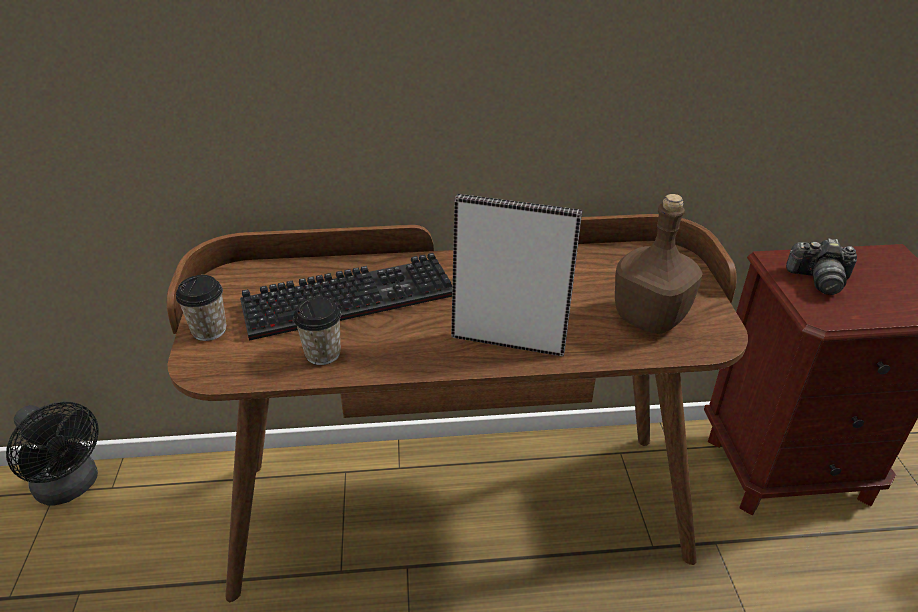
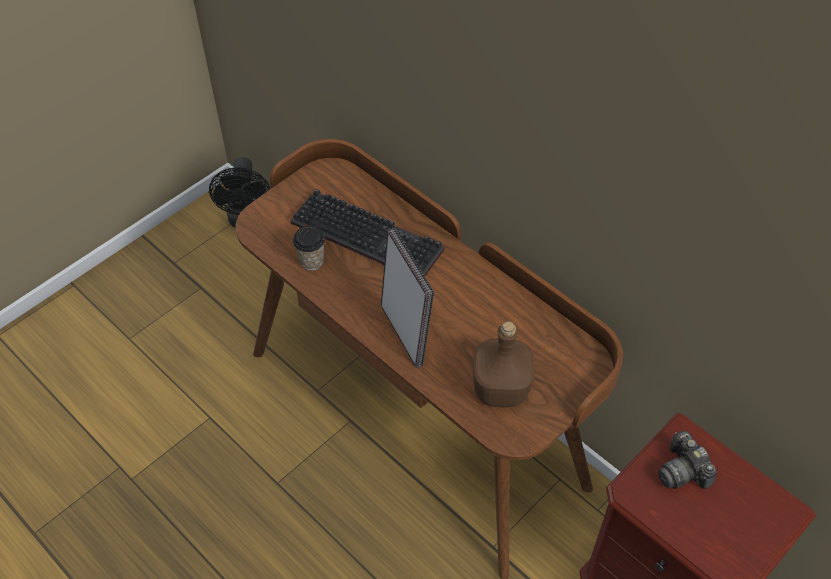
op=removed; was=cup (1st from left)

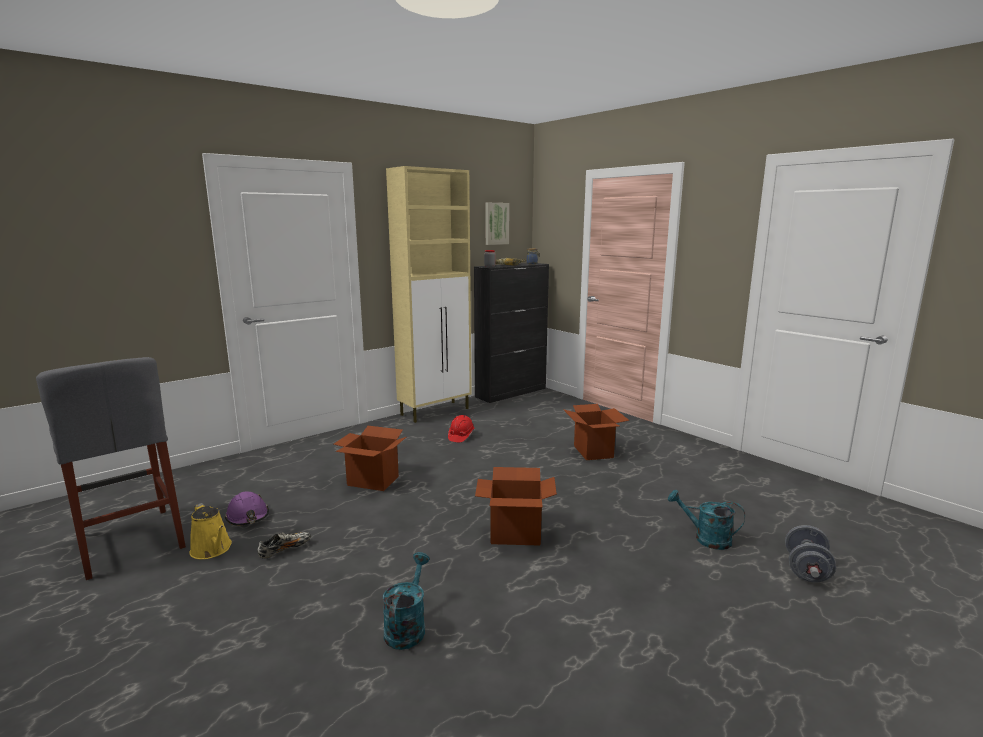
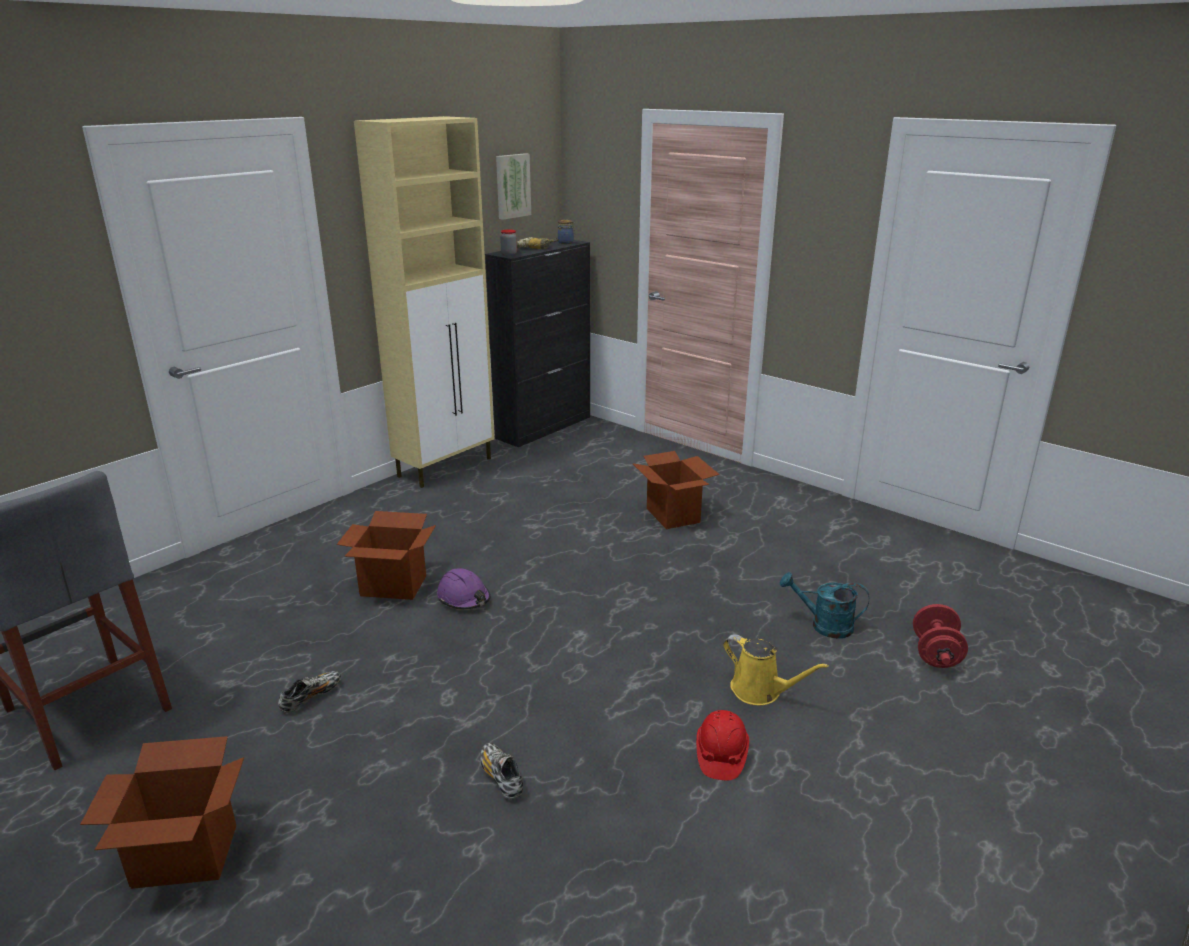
op=moved; was=watering can (yellowish)
op=moved; was=work helmet (purple)
op=moved; was=work helmet (red-coloured)
op=moved; was=packing box (2nd from left in the first image); now=packing box (1st from left)
op=replaced; was=watering can (turquoise-coloured) (1st from left); now=low shoe (2nd from left)
op=recoloured; was=free weight (greyish); now=free weight (red-coloured)

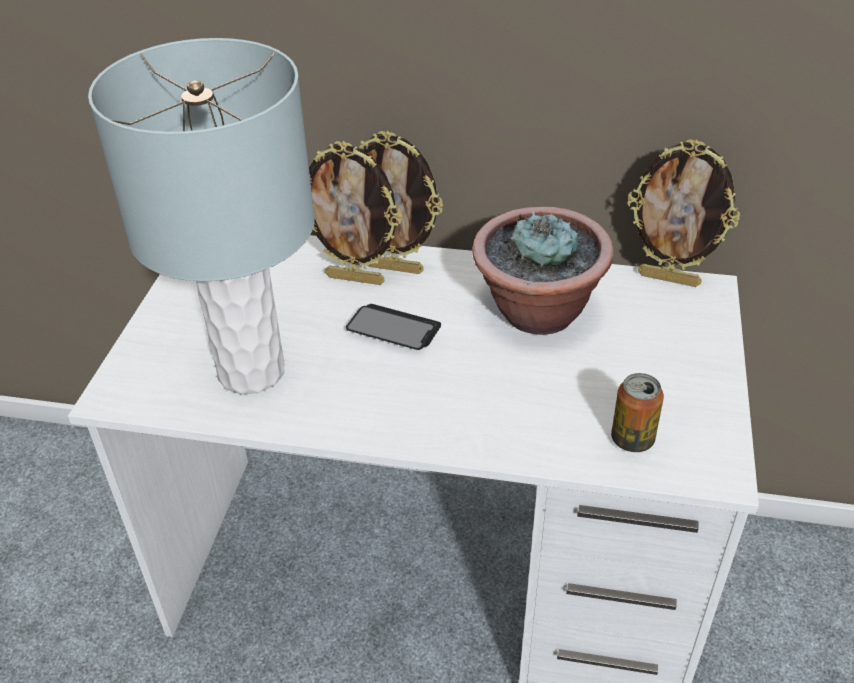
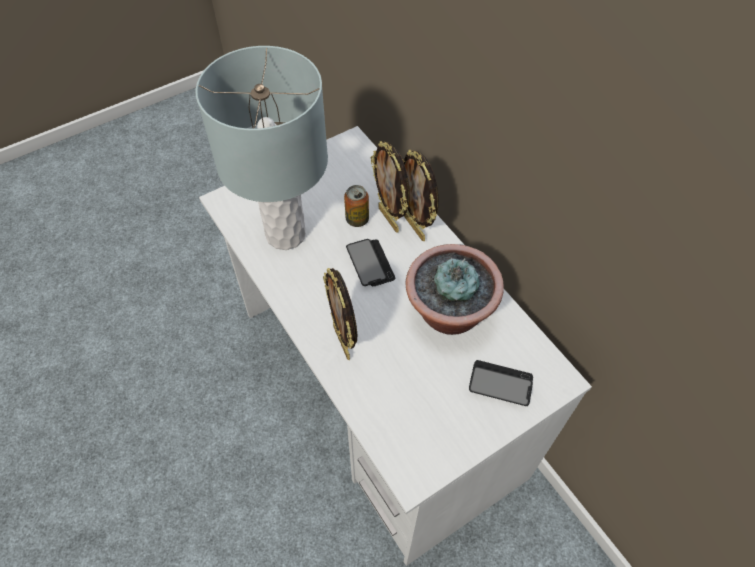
op=added; now=telephone (2nd from left)
op=moved; was=metal can
op=moved; was=photo frame (3rd from left in the first image); now=photo frame (1st from left)

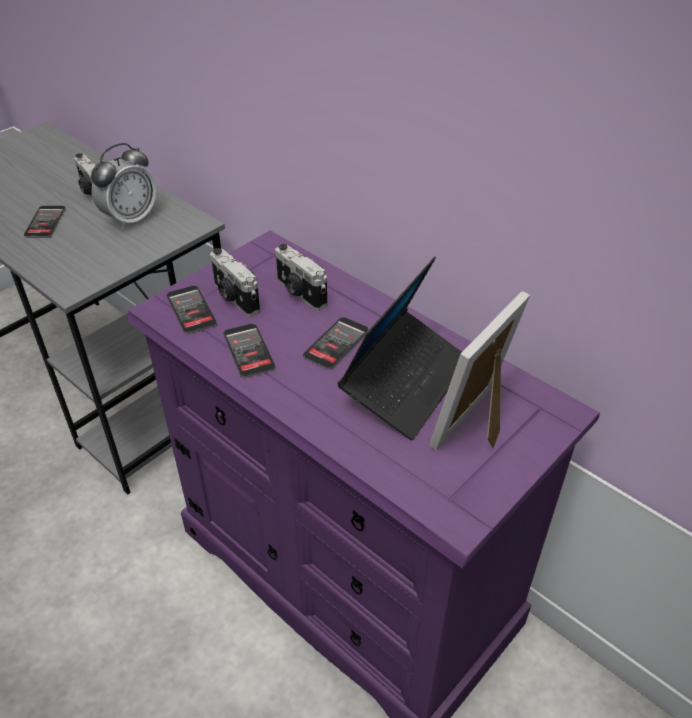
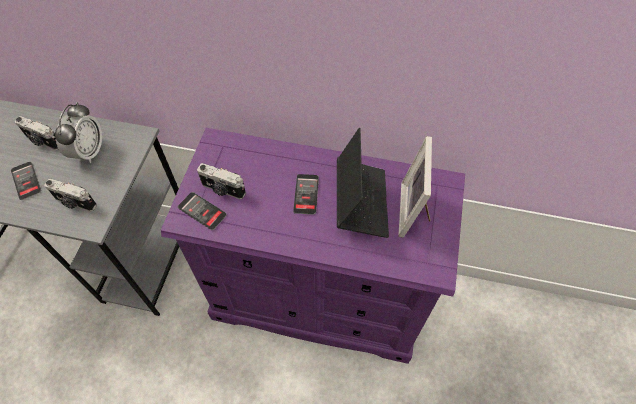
op=removed; was=telephone (3rd from left)
op=moved; was=still camera (3rd from left in the first image); now=still camera (2nd from left)

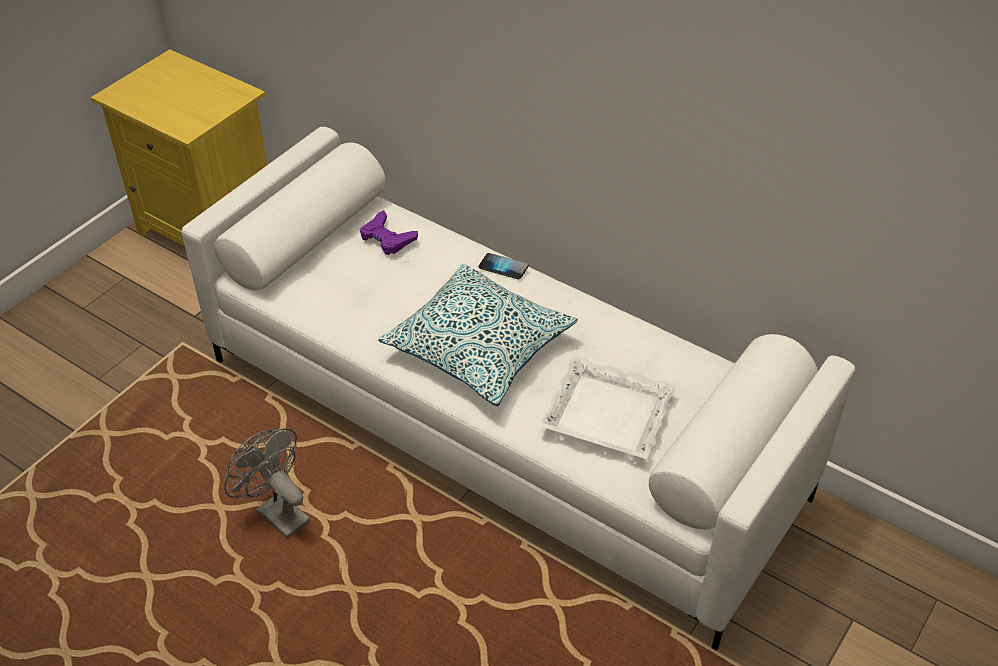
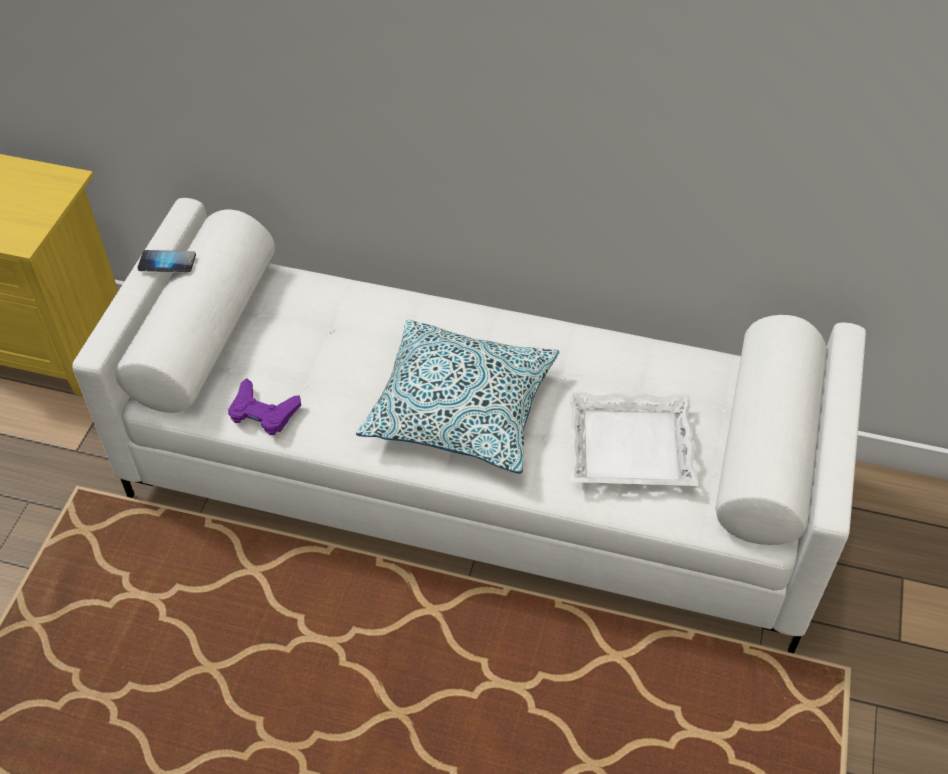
op=removed; was=electric fan (greyish)
op=moved; was=game controller (purple)
op=moved; was=telephone

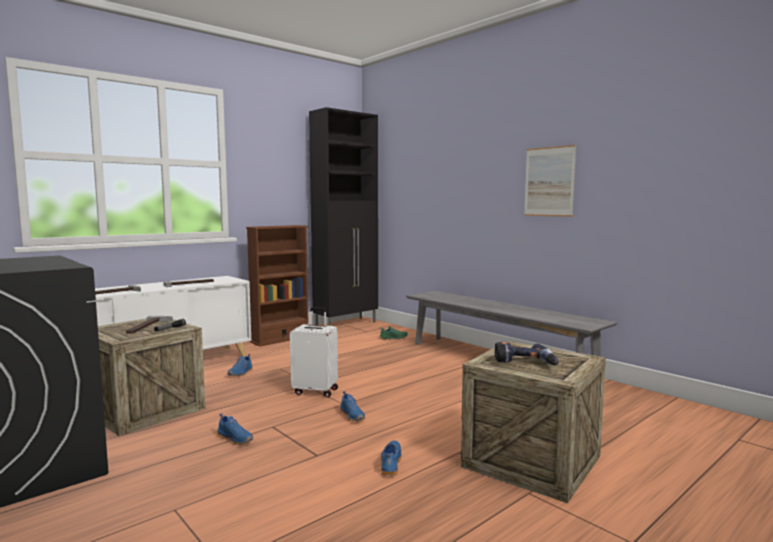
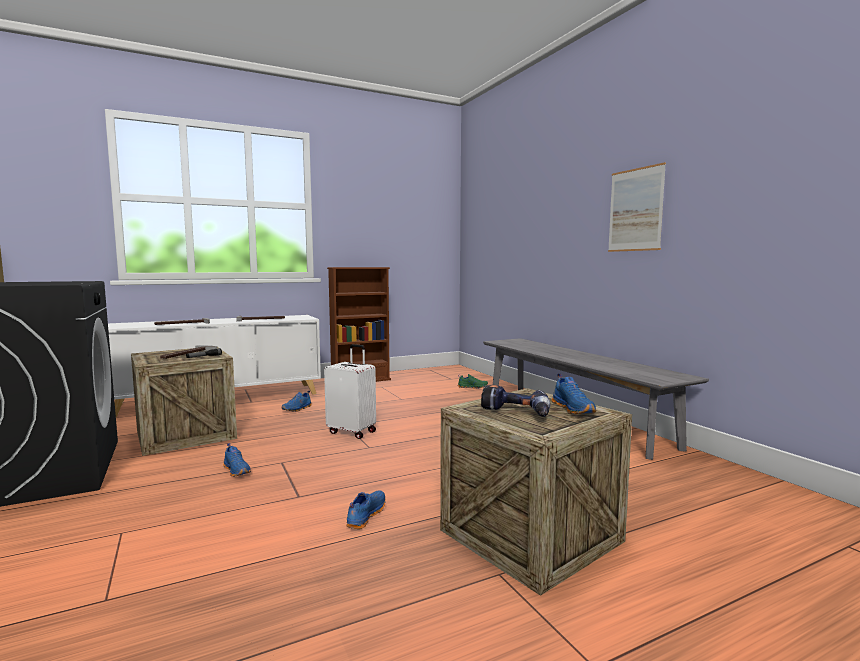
op=removed; was=cupboard (black)
op=moved; was=low shoe (blue-coloured) (3rd from left in the first image); now=low shoe (blue-coloured) (4th from left)

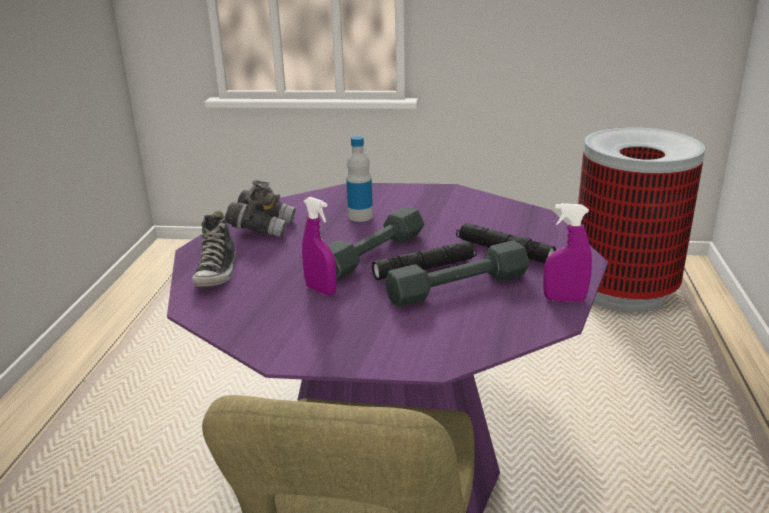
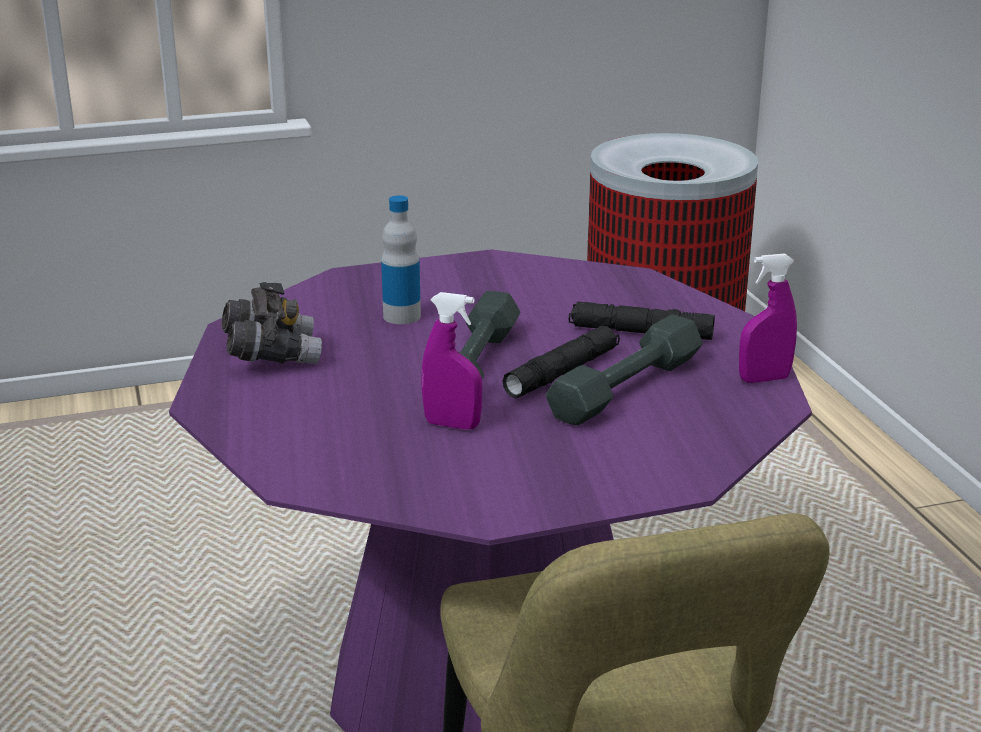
op=removed; was=low shoe

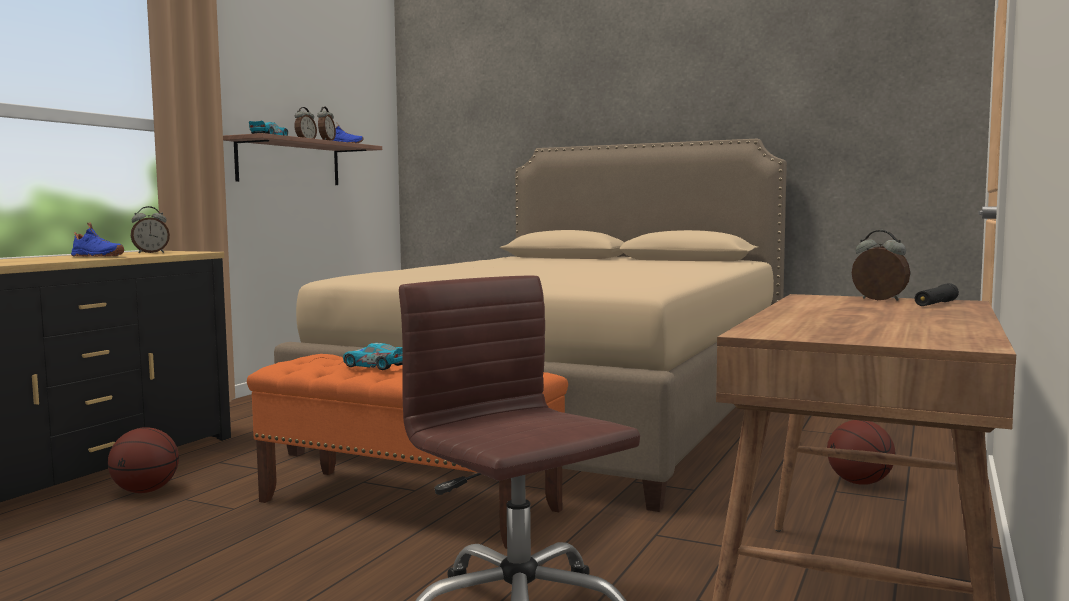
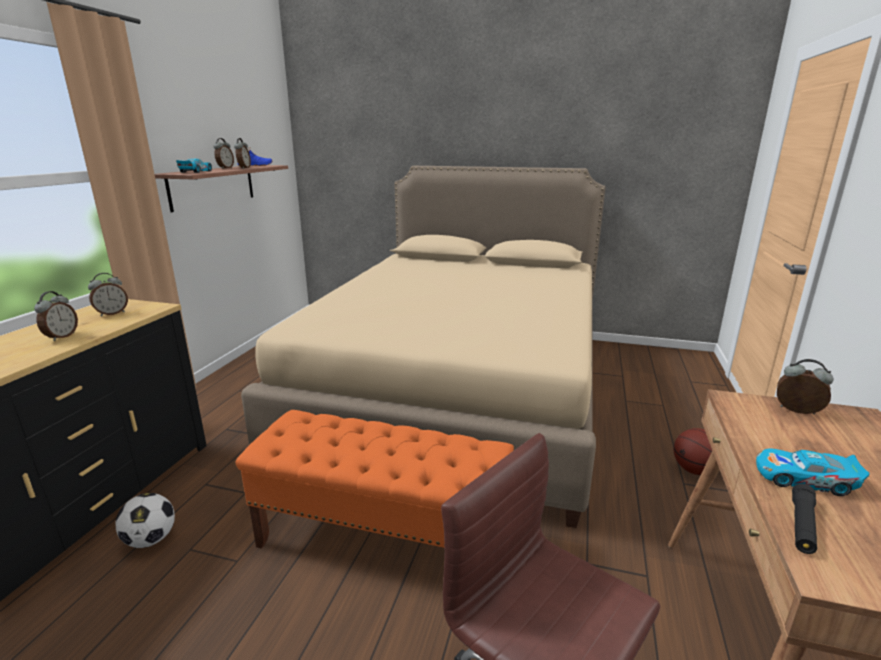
op=moved; was=toy car (2nd from left)
op=moved; was=torch (black)
op=replaced; was=low shoe (blue-coloured) (1st from left); now=bedside clock (1st from left)
op=replaced; was=basketball (1st from left); now=football ball

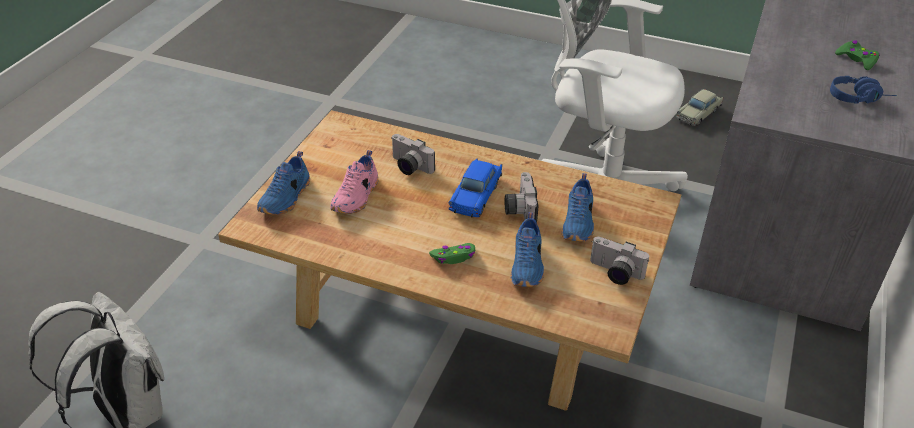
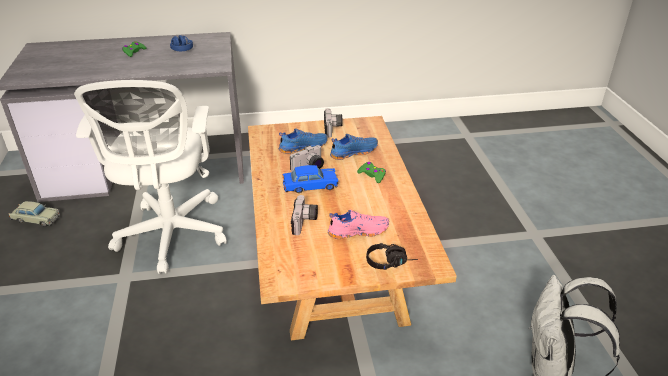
op=replaced; was=low shoe (blue-coloured) (1st from left); now=pair of headphones (black)

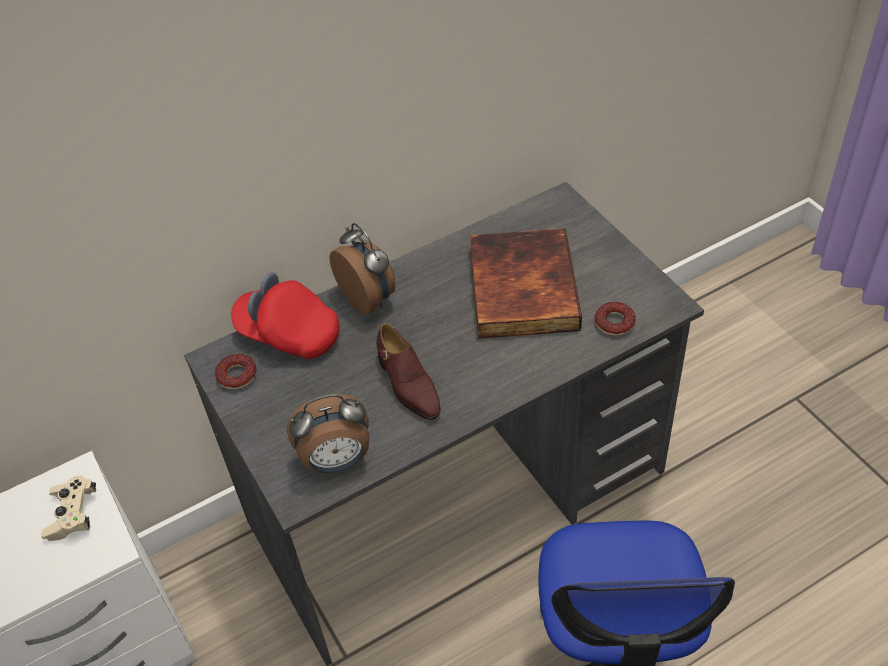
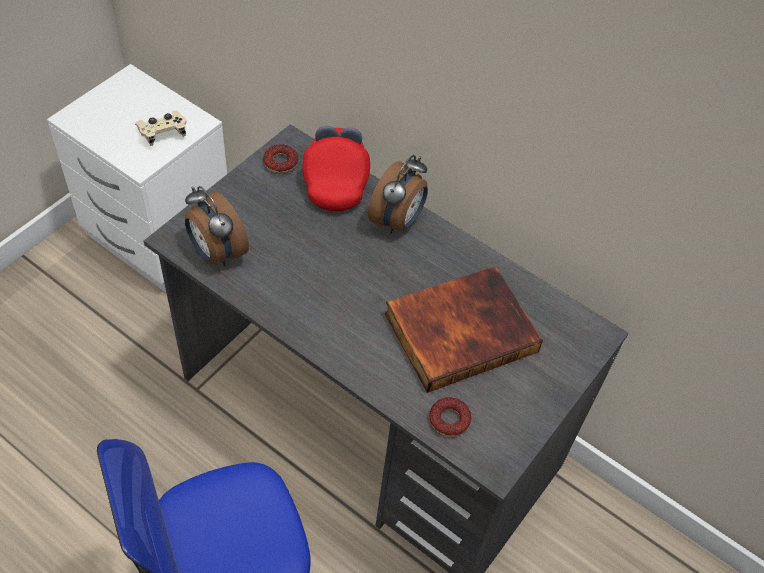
op=removed; was=low shoe (brown)

